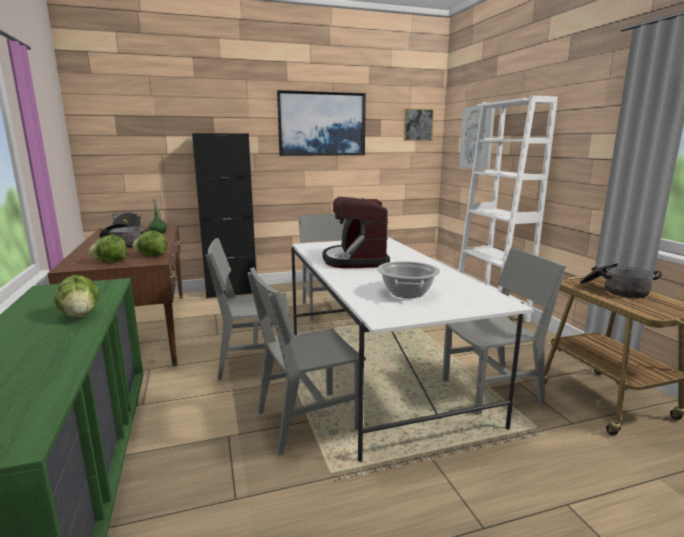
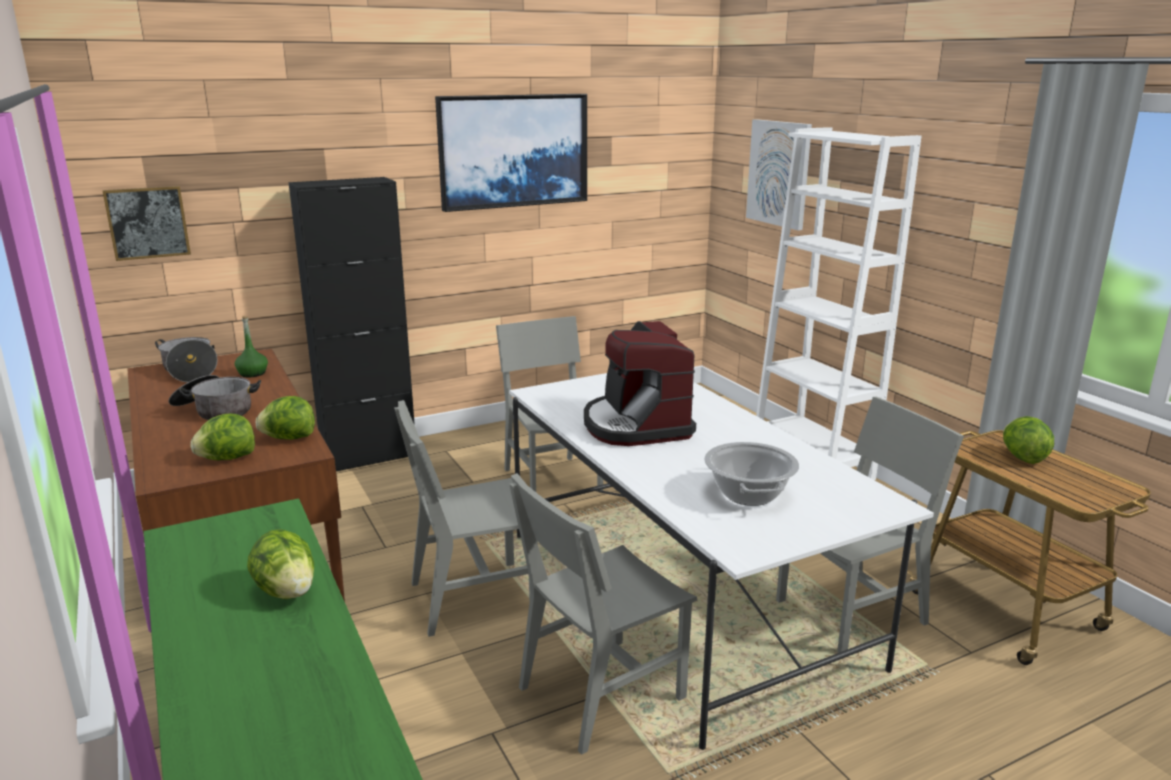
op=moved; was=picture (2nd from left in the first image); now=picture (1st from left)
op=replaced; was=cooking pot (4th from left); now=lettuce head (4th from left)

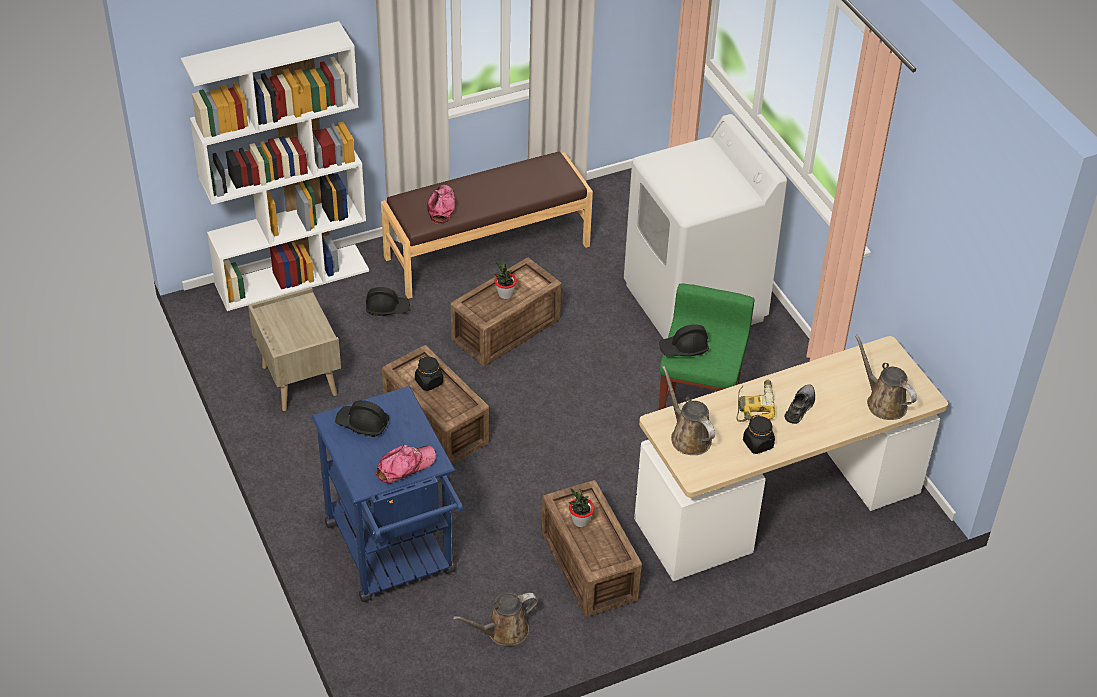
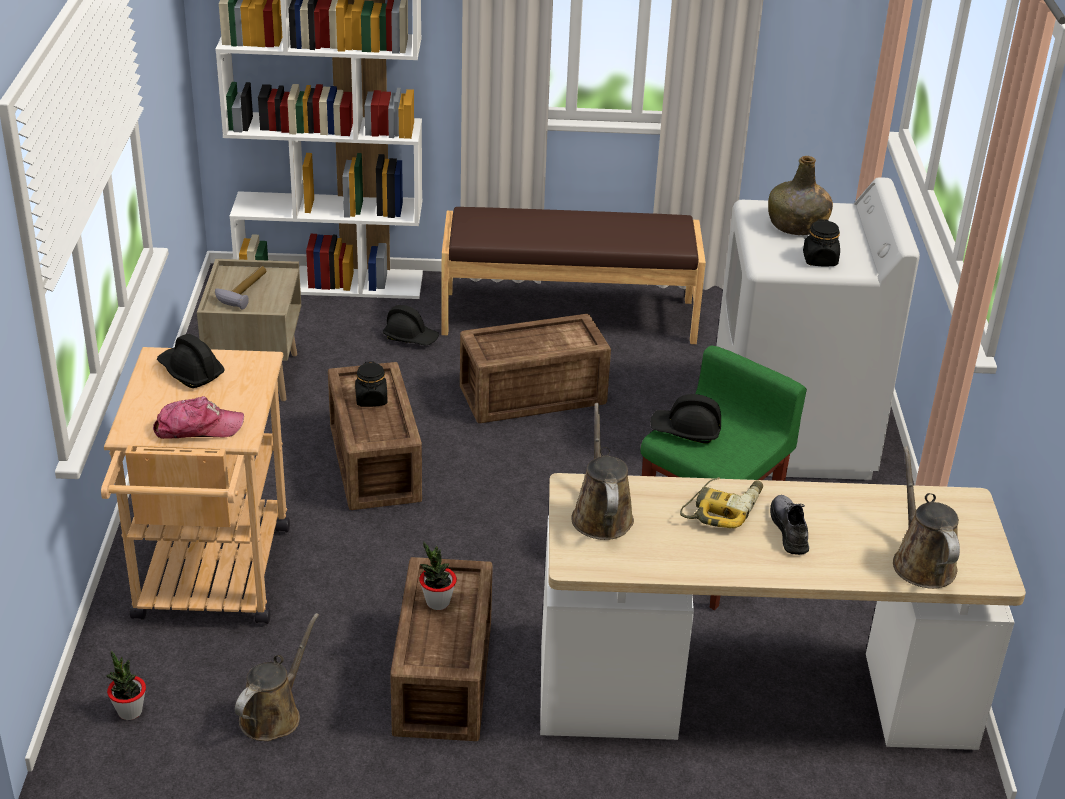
op=removed; was=peaked cap (2nd from left)
op=added; now=tool hammer
op=added; now=bottle (green)
op=moved; was=houseplant (1st from left)
op=moved; was=storage jar (black) (2nd from left)
op=recoloured; was=trolley (blue-coloured); now=trolley (beige-coloured)
op=turned; was=watering can (brown) (1st from left); clockwise=120
op=turned; was=low shoe (greyish); clockwise=-60

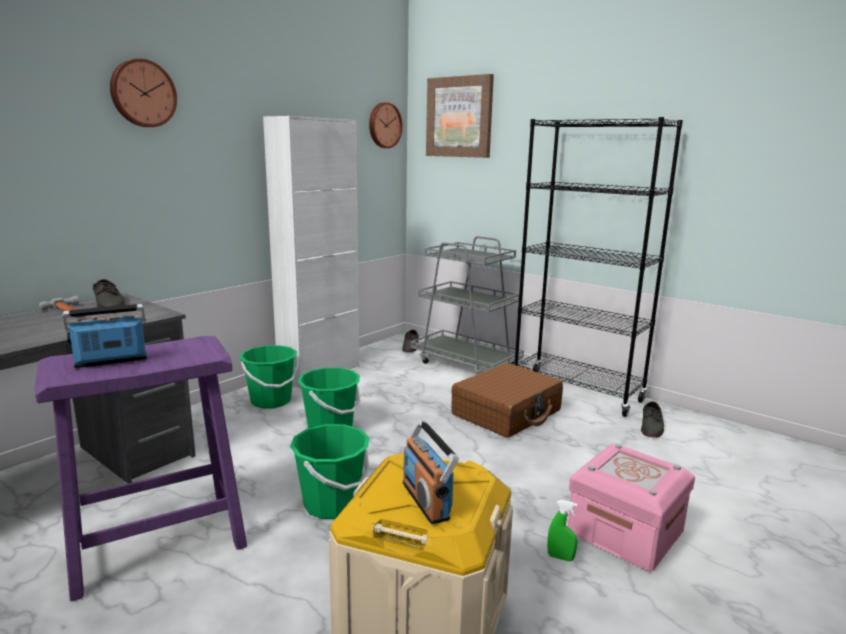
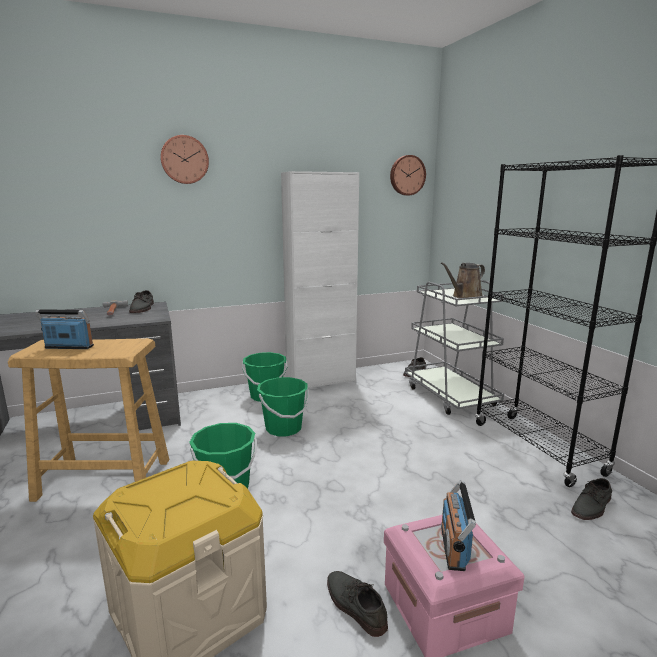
op=removed; was=picture
op=removed; was=suitcase (brown)
op=added; now=watering can (brown)
op=moved; was=radio set (2nd from left)
op=replaced; was=spray bottle (green); now=low shoe (greyish) (2nd from left)
op=recoloured; was=stool (purple); now=stool (beige-coloured)

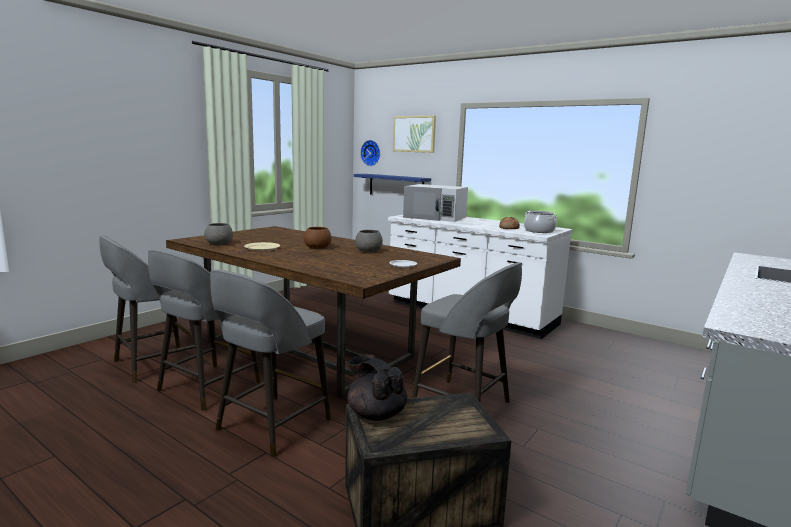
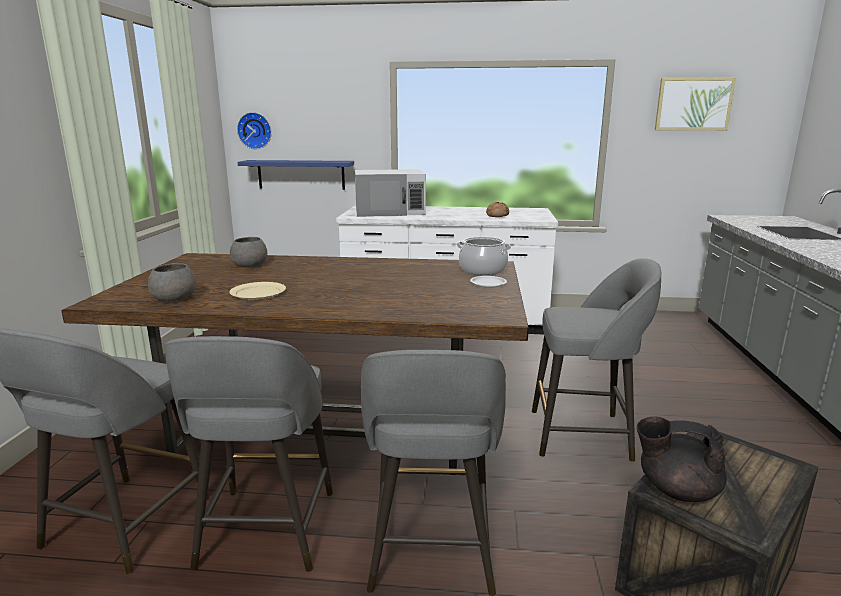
op=removed; was=deep dish (brown)
op=moved; was=deep dish (greyish) (2nd from left)
op=moved; was=picture
op=moved; was=cooking pot

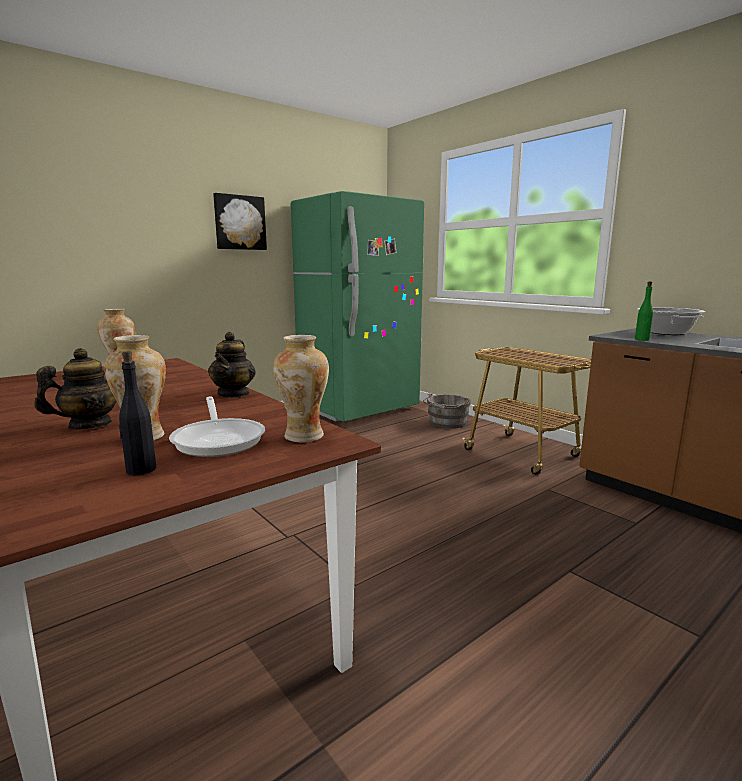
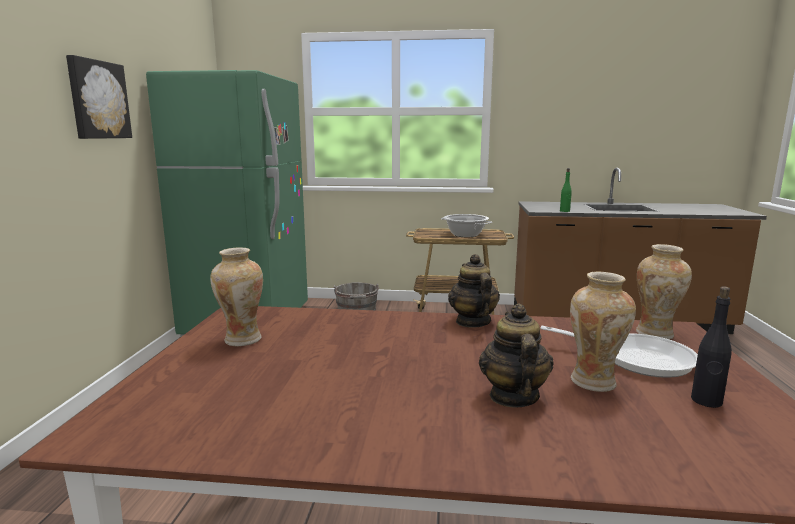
op=moved; was=cooking pot
op=turned; was=teapot (2nd from left in the first image); clockwise=-150

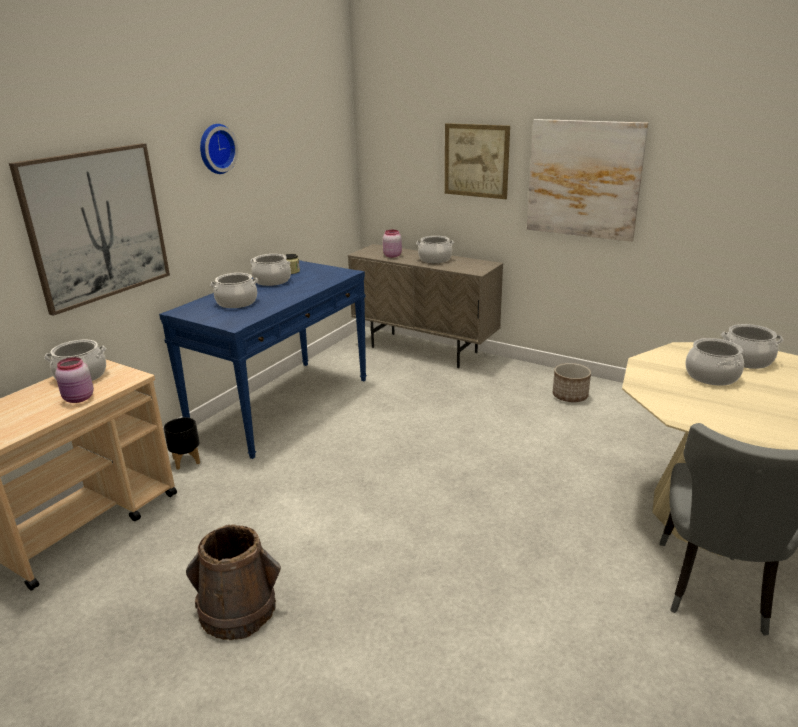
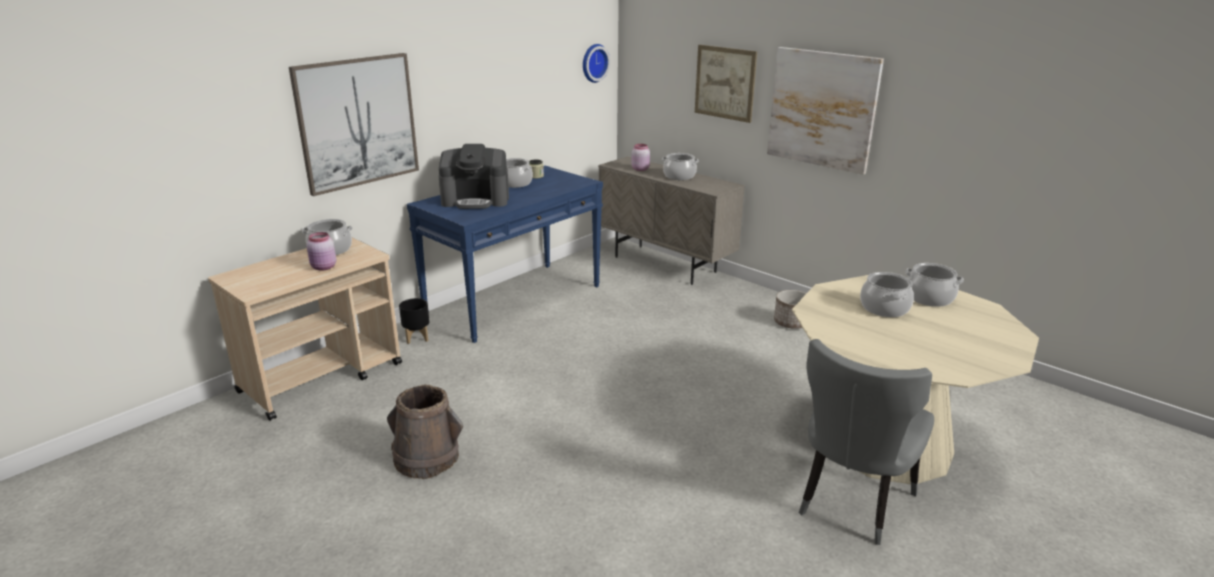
op=moved; was=hanging clock
op=replaced; was=cooking pot (2nd from left); now=coffee brewer

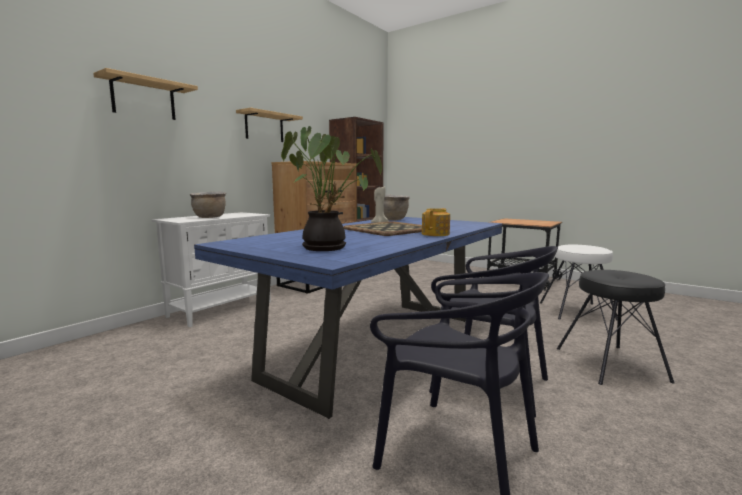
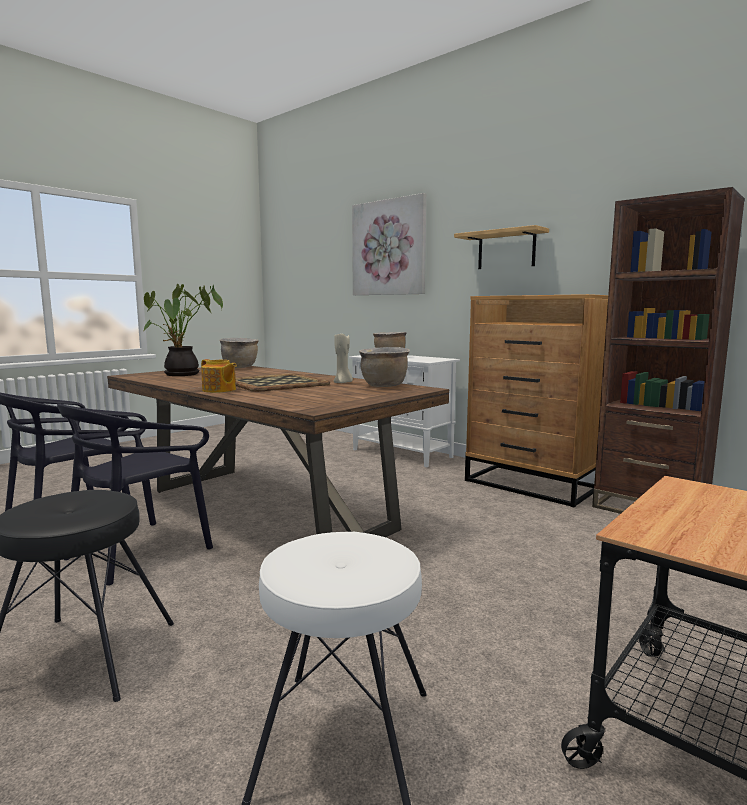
op=added; now=cooking pot (brown) (1st from left)
op=replaced; was=wall shelf (1st from left); now=picture
op=recoloured; was=dinner table (blue-coloured); now=dinner table (brown)

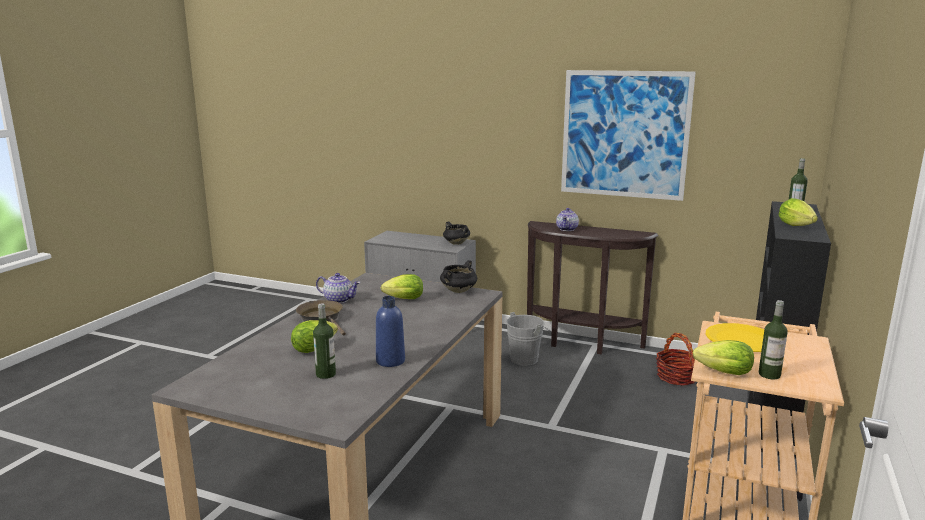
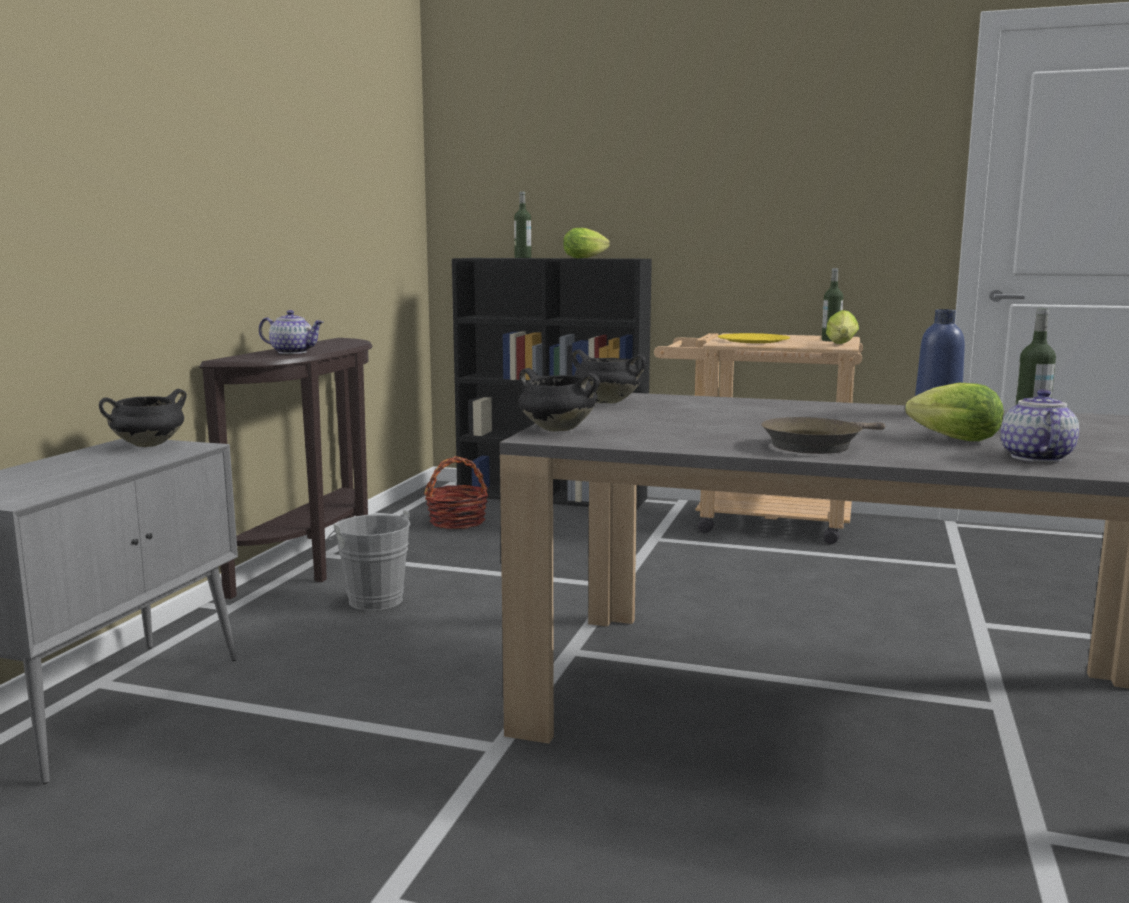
op=removed; was=lettuce head (2nd from left)
op=removed; was=picture
op=added; now=cooking pot (black) (2nd from left)
op=moved; was=teapot (1st from left in the first image); now=teapot (2nd from left)

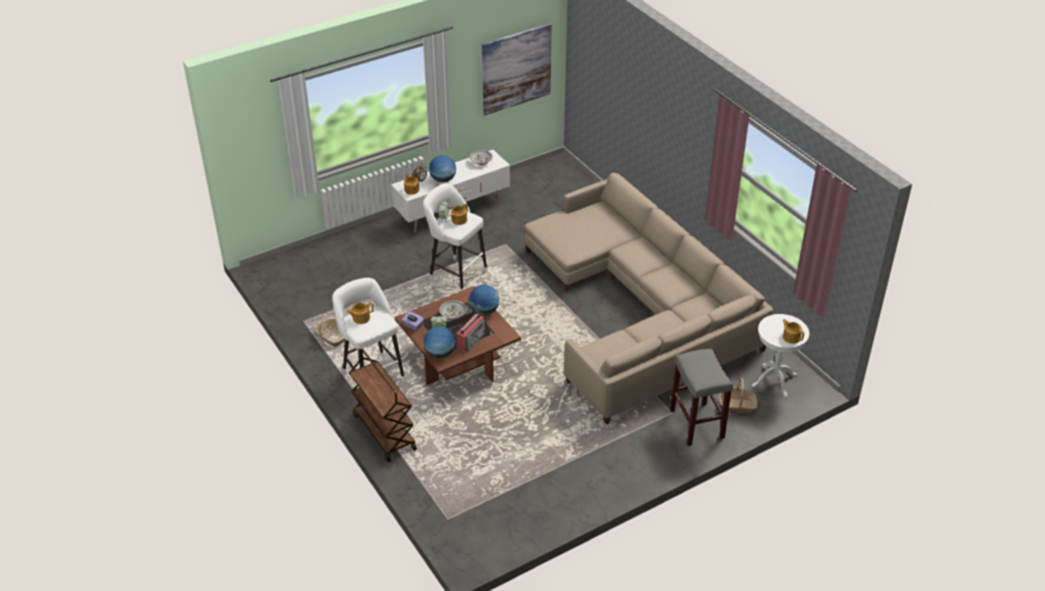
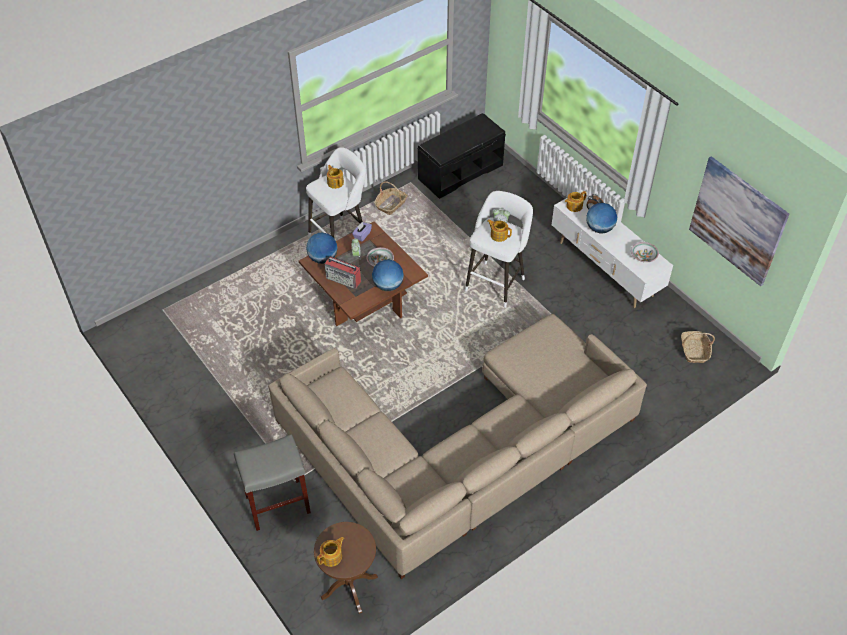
op=removed; was=trolley (brown)
op=added; now=long seat (black)
op=moved; was=storage basket (2nd from left)
op=recoloured; was=end table (whitish); now=end table (brown)

